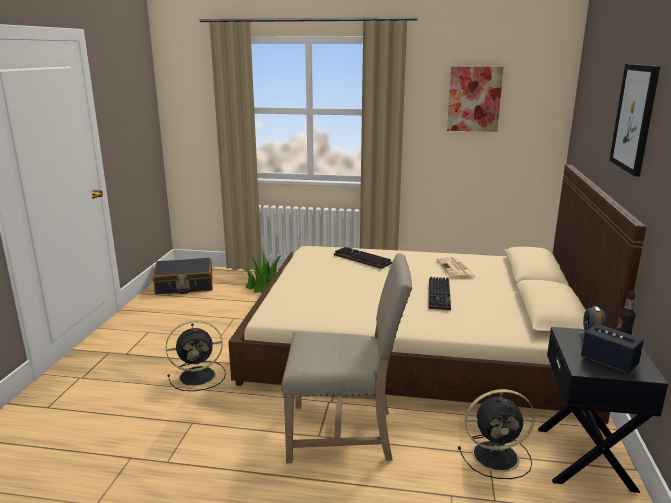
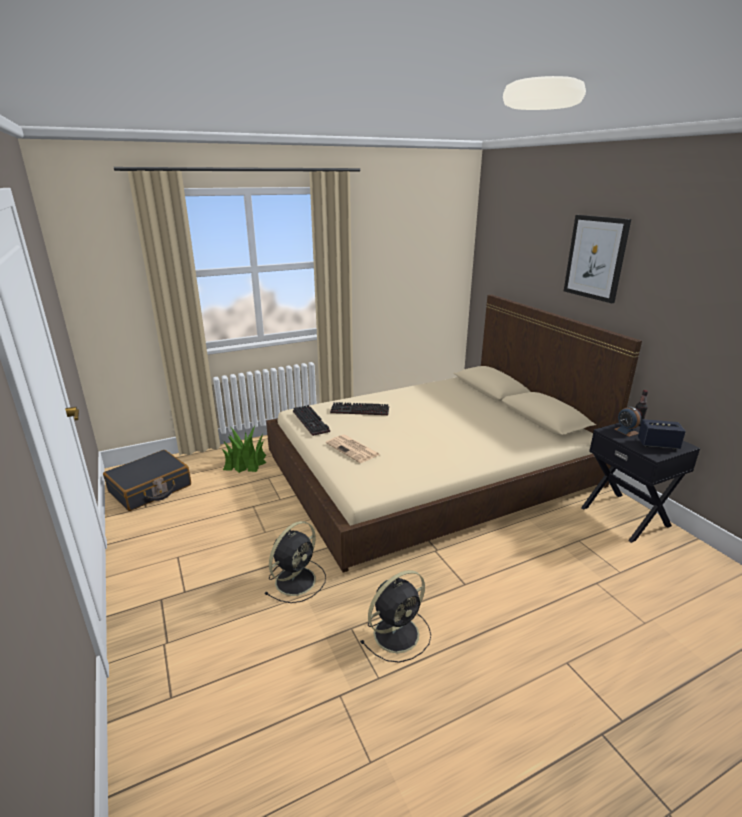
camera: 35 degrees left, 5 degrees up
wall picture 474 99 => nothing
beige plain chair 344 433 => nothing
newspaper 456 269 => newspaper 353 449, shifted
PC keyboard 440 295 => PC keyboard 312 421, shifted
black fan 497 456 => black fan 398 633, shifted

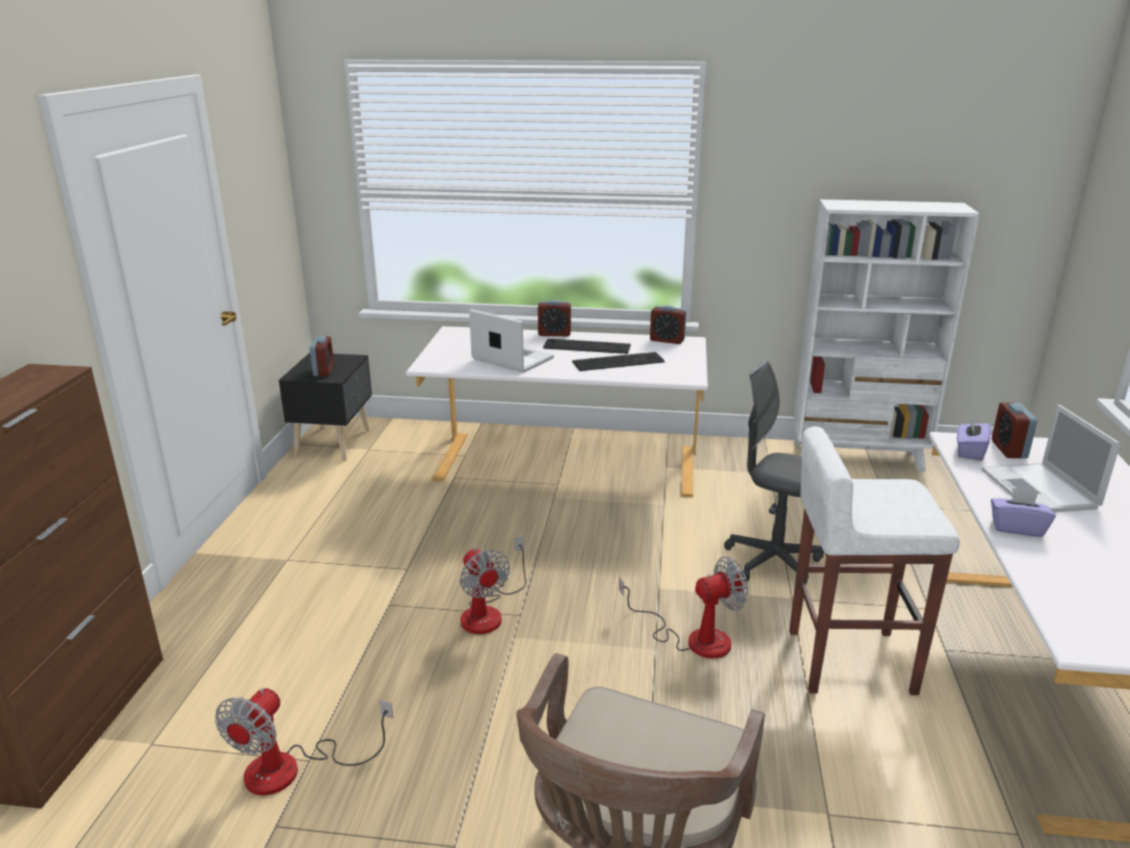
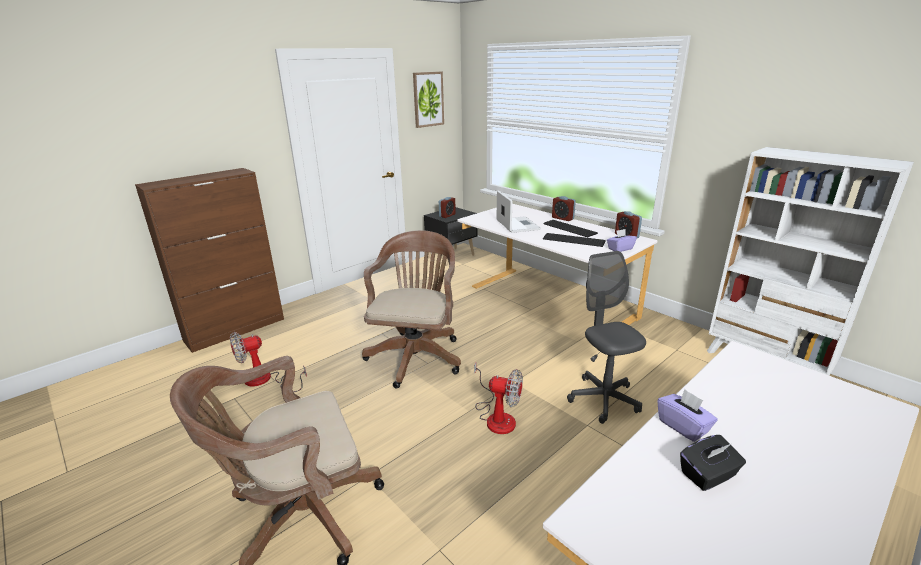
camera: 40 degrees right, 0 degrees up
alarm clock 1009 449 => nothing
portable computer 1040 490 => nothing
purplish tissue box 969 451 => purplish tissue box 620 249, shifted
white-coloured stool 847 660 => nothing
fan 489 611 => brown computer chair 416 355
nothing => wall picture 428 99
nothing => black tissue box 708 475

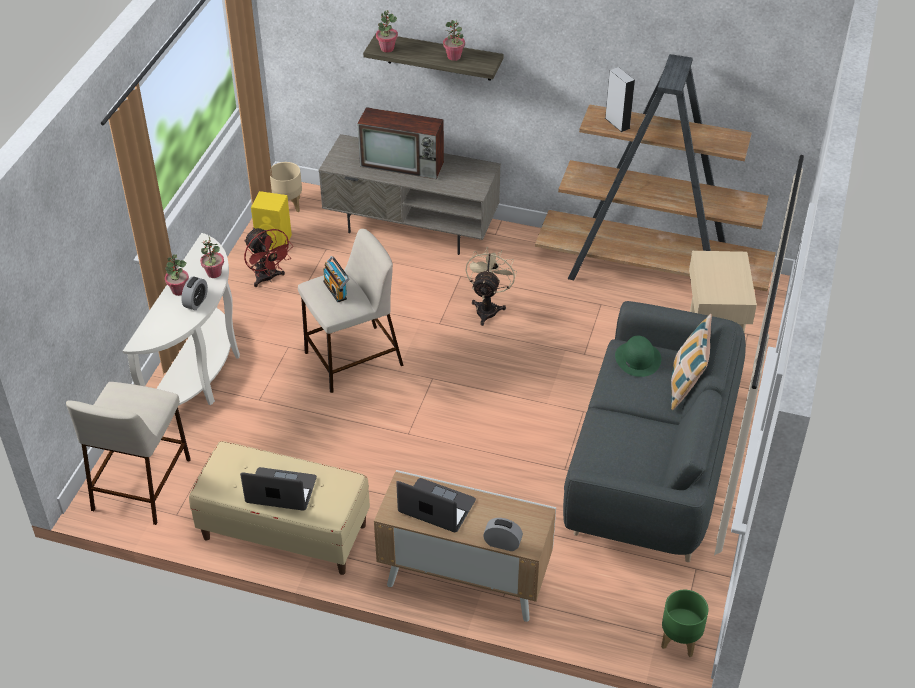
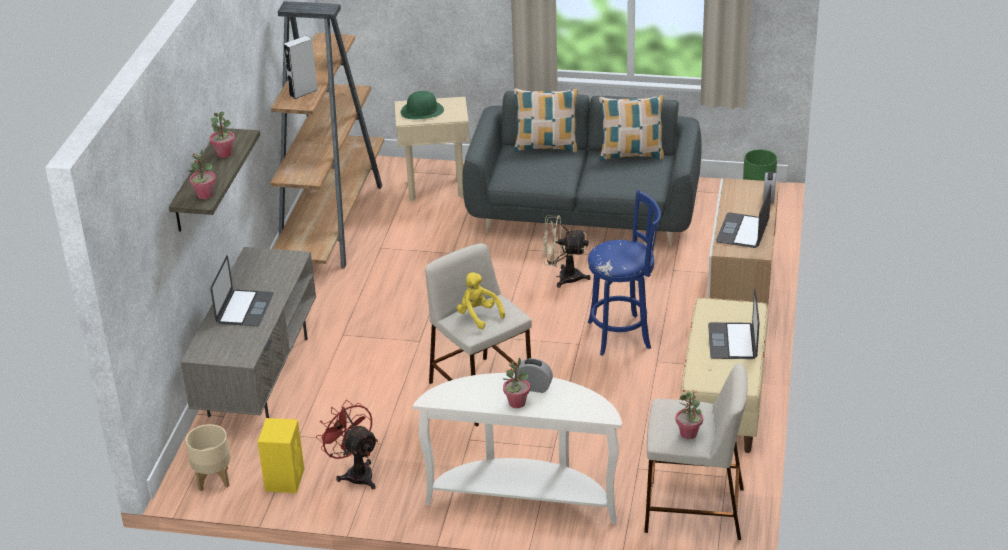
camera: 95 degrees left, 10 degrees down
TV 403 164 => portable computer 244 308
red-coloured fan 268 278 => red-coloured fan 355 473, 90 degrees counterclockwise
potted plant 214 273 => potted plant 688 434, shifted
beige fan 488 308 => beige fan 563 277, shifted
radio set 336 290 => yellowish cuddly toy 478 315
green-coloured clothing hat 637 358 => green-coloured clothing hat 422 111, shifted
nothing => throw pillow 631 154
nothing => blue stool 623 334

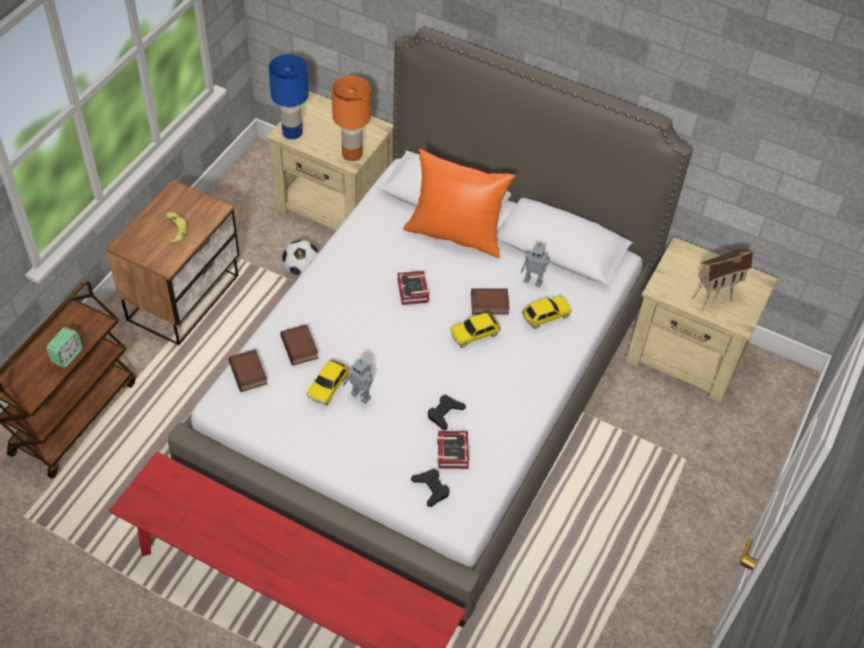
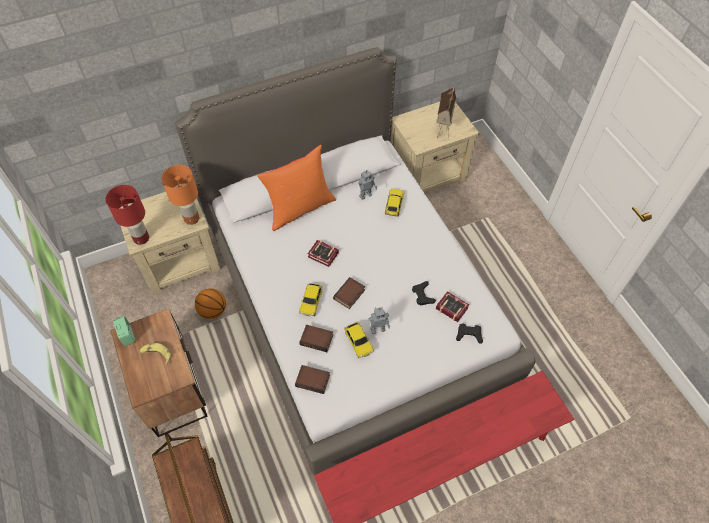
camera: 50 degrees left, 5 degrees up
blue table lamp 292 133 => red-coloured table lamp 141 238
football 301 270 => basketball ball 213 310
book 489 305 => book 349 295, shifted
miniature car 475 334 => miniature car 311 302, shifted
alarm clock 67 356 => alarm clock 127 336, shifted

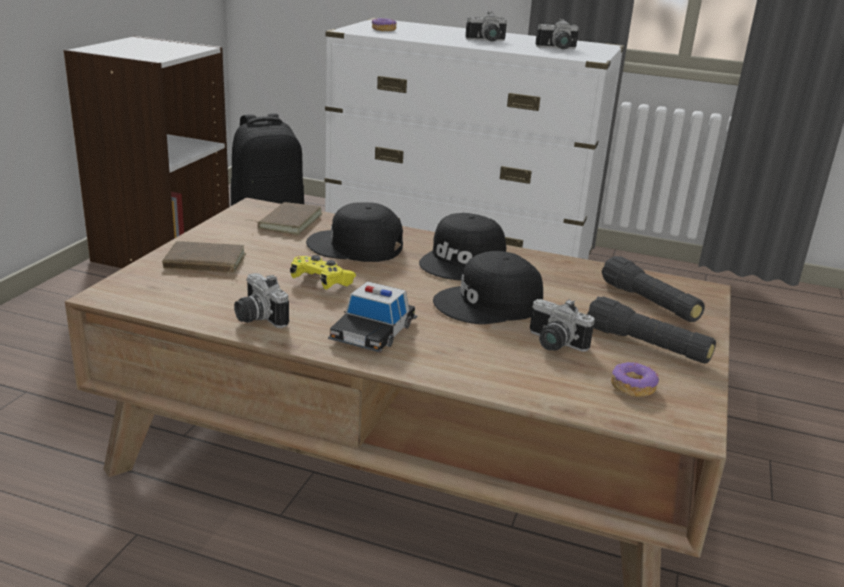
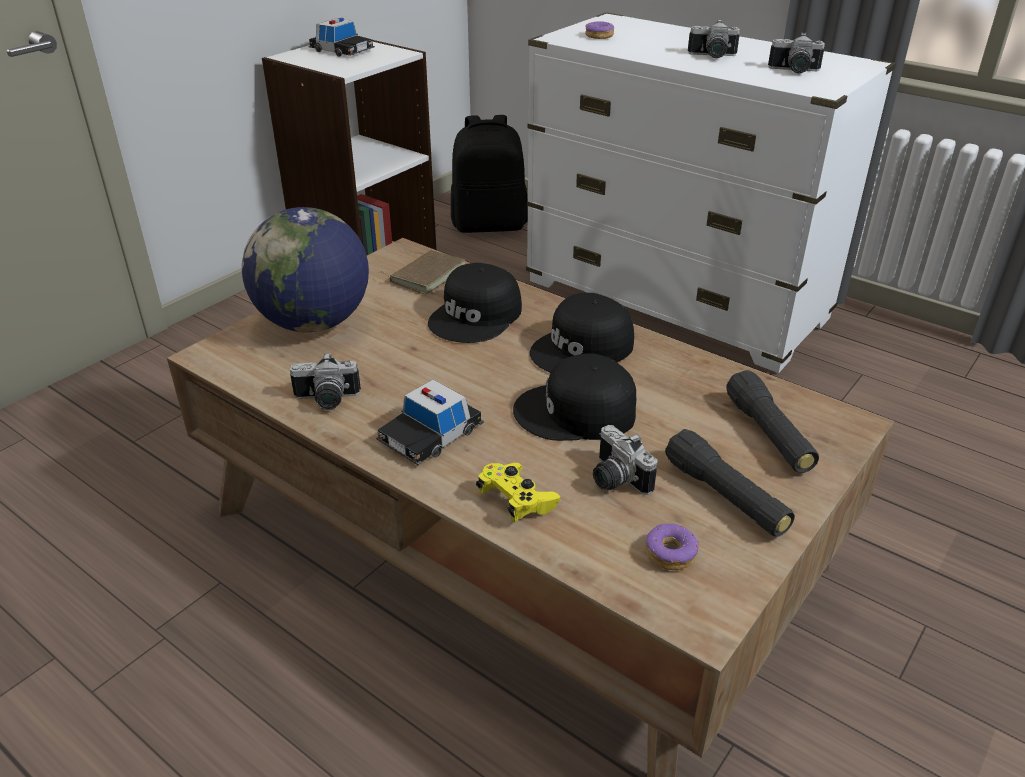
camera: 20 degrees right, 10 degrees up
black cap 355 247 => black cap 477 316, 90 degrees counterclockwise
brown book 204 263 => globe 314 323
yellowish joypad 321 282 => yellowish joypad 516 501, shifted
photo camera 256 317 => photo camera 326 401, 75 degrees counterclockwise
nothing => miniature car 342 50

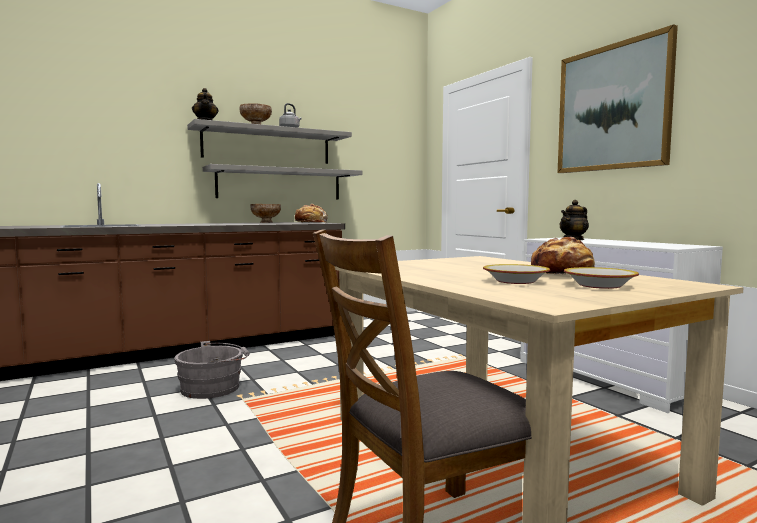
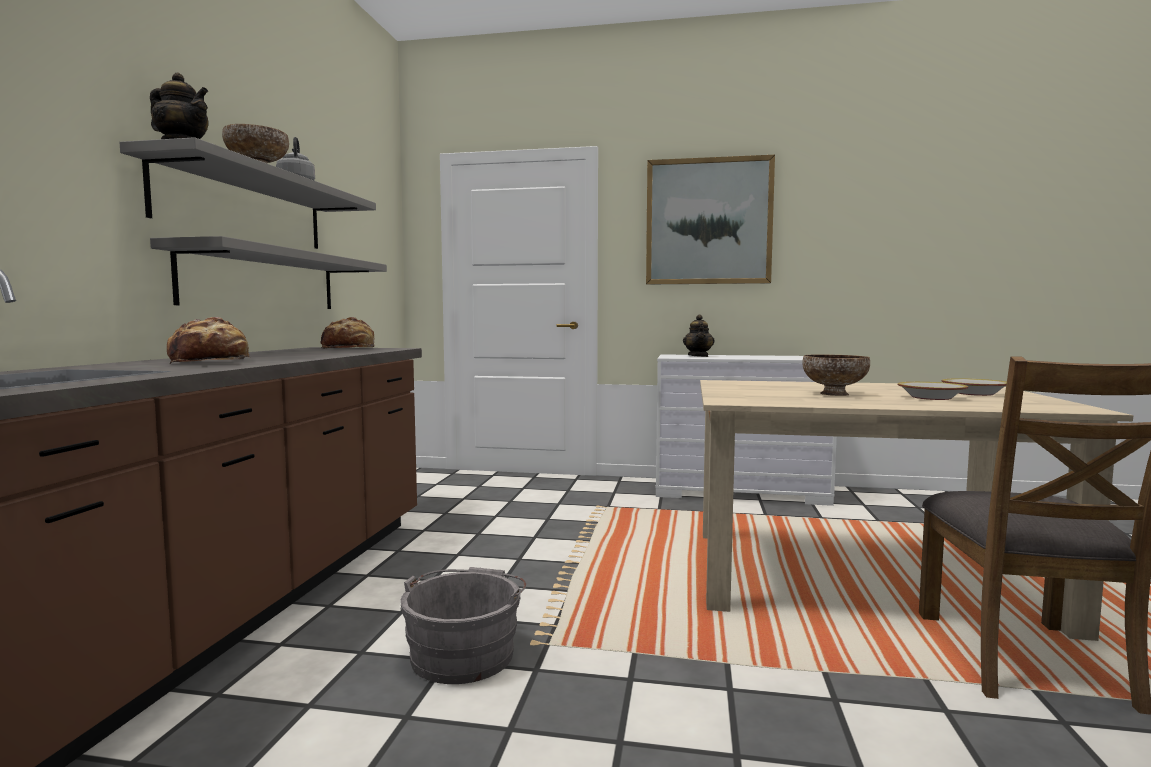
camera: 50 degrees left, 0 degrees up
serving bowl 266 222 => serving bowl 833 394, shifted
baked bread 562 274 => baked bread 211 362, shifted

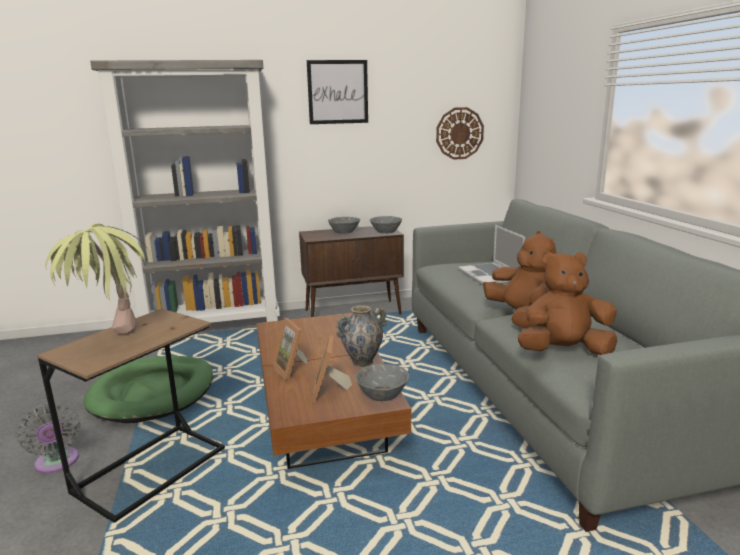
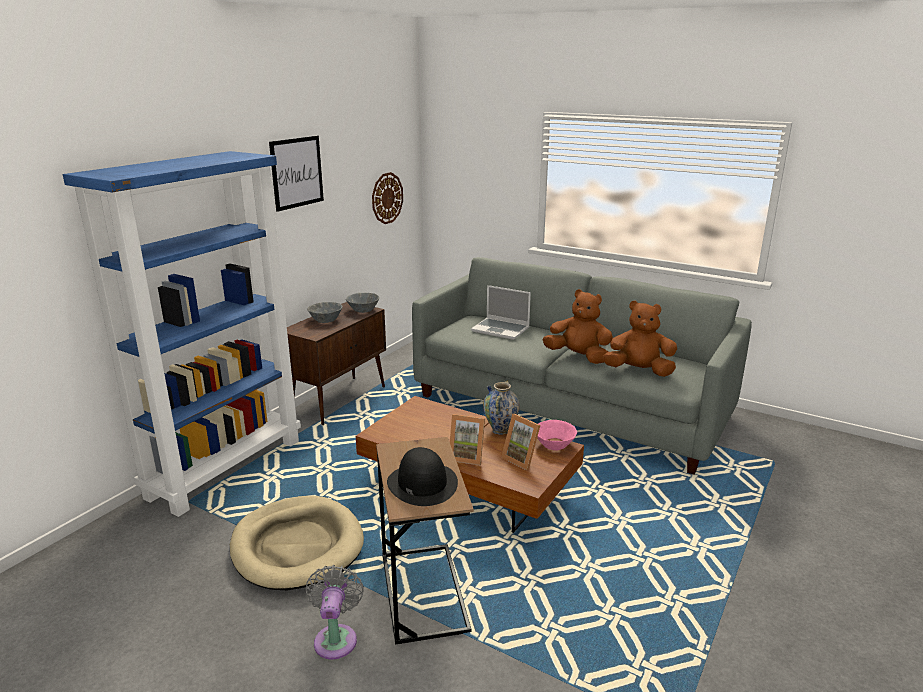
camera: 45 degrees left, 5 degrees up
gray bookshelf 213 327 => blue bookshelf 226 467
potted plant 111 343 => black clothing hat 422 483
brown cuddly toy 564 351 => brown cuddly toy 638 371, 60 degrees clockwise
green-coloured pet bed 153 393 => beige pet bed 297 546
gray serving bowl 382 394 => pink-coloured serving bowl 554 444
gray fan 57 463 => gray fan 336 638, 105 degrees counterclockwise

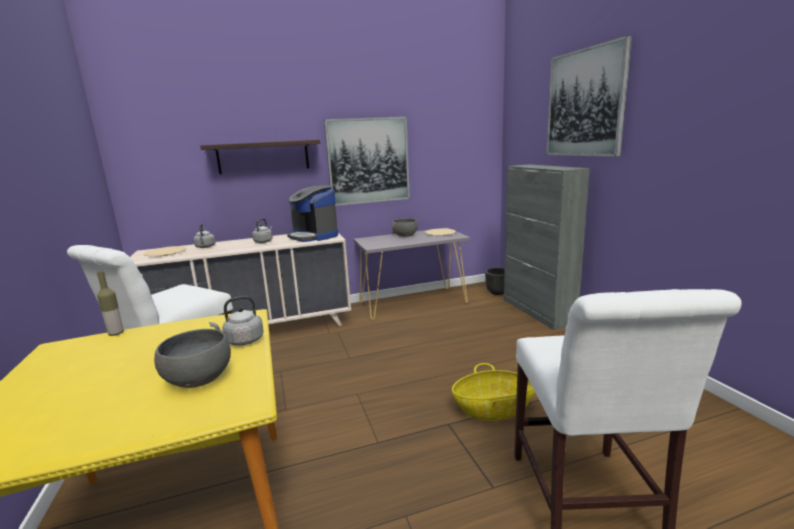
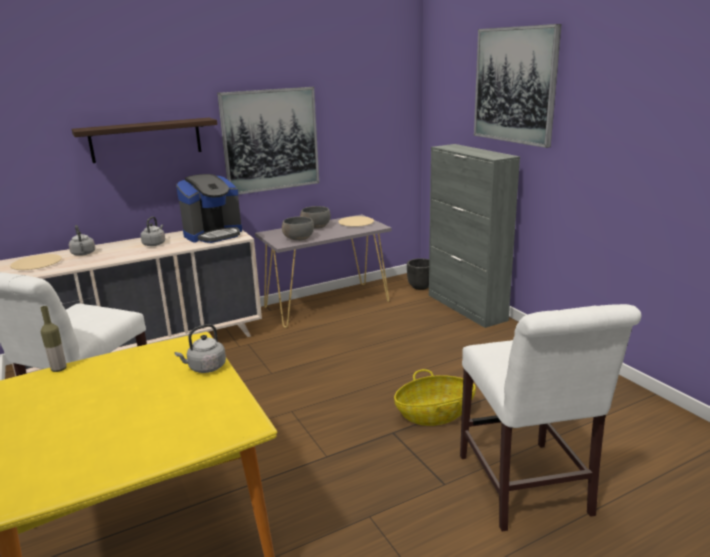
camera: 10 degrees left, 5 degrees up
coffee machine 314 236 => coffee machine 213 234, 75 degrees counterclockwise
gray serving bowl 198 378 => gray serving bowl 298 238, shifted

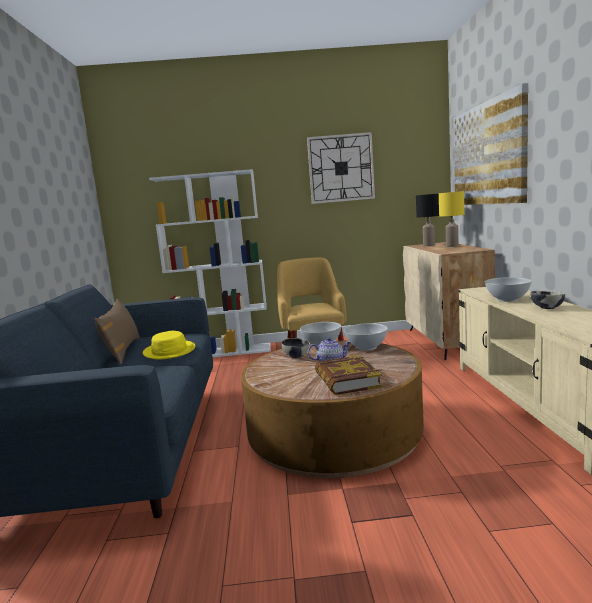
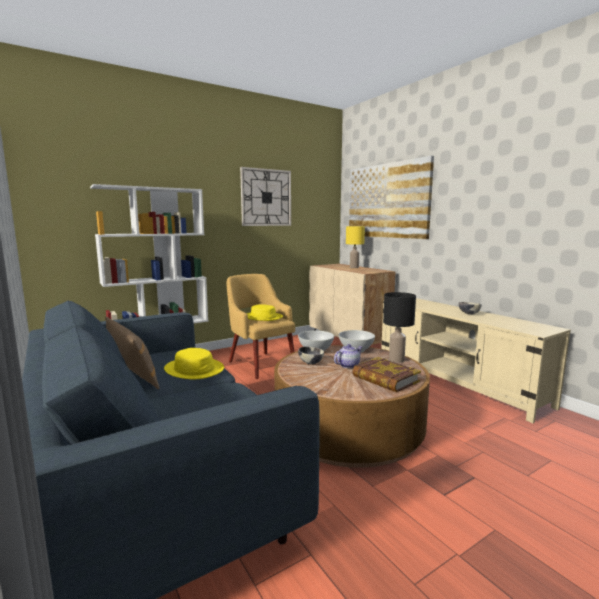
camera: 30 degrees left, 0 degrees up
black table lamp 429 245 => black table lamp 397 360, shifted
white-coloured serving bowl 507 299 => nothing
nothing => yellowish clothing hat 263 317

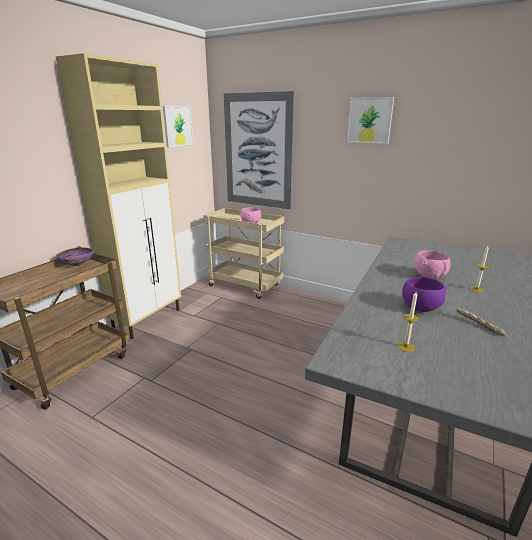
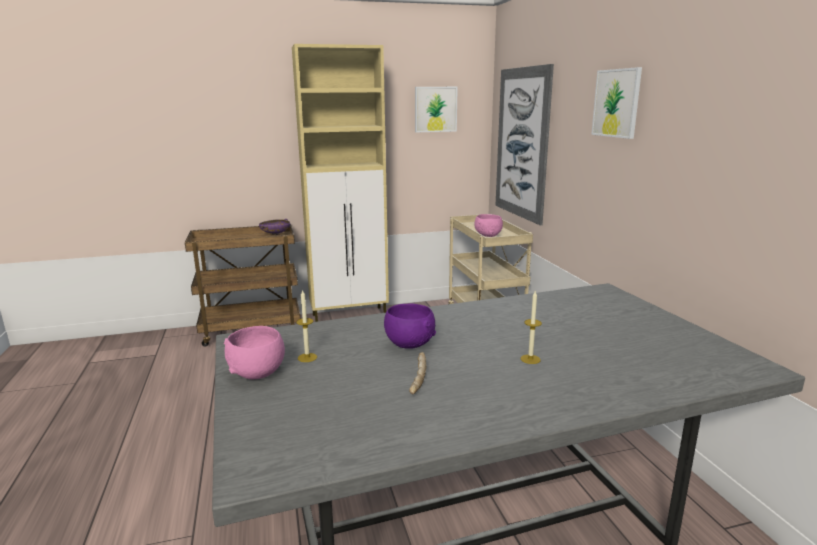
camera: 45 degrees right, 5 degrees down
pink-coloured serving bowl 429 276 => pink-coloured serving bowl 258 373, shifted

